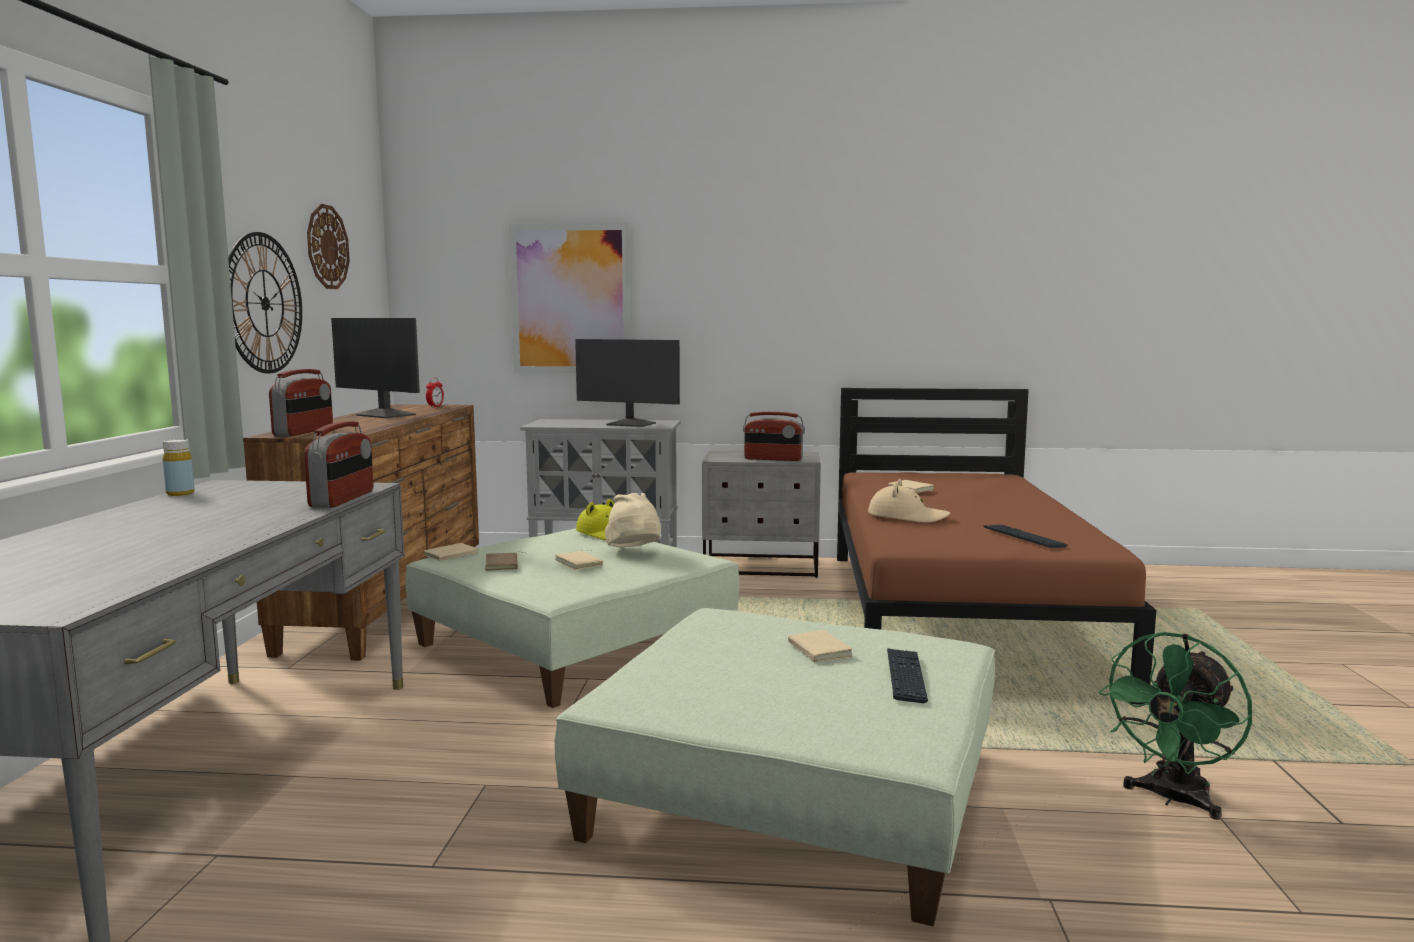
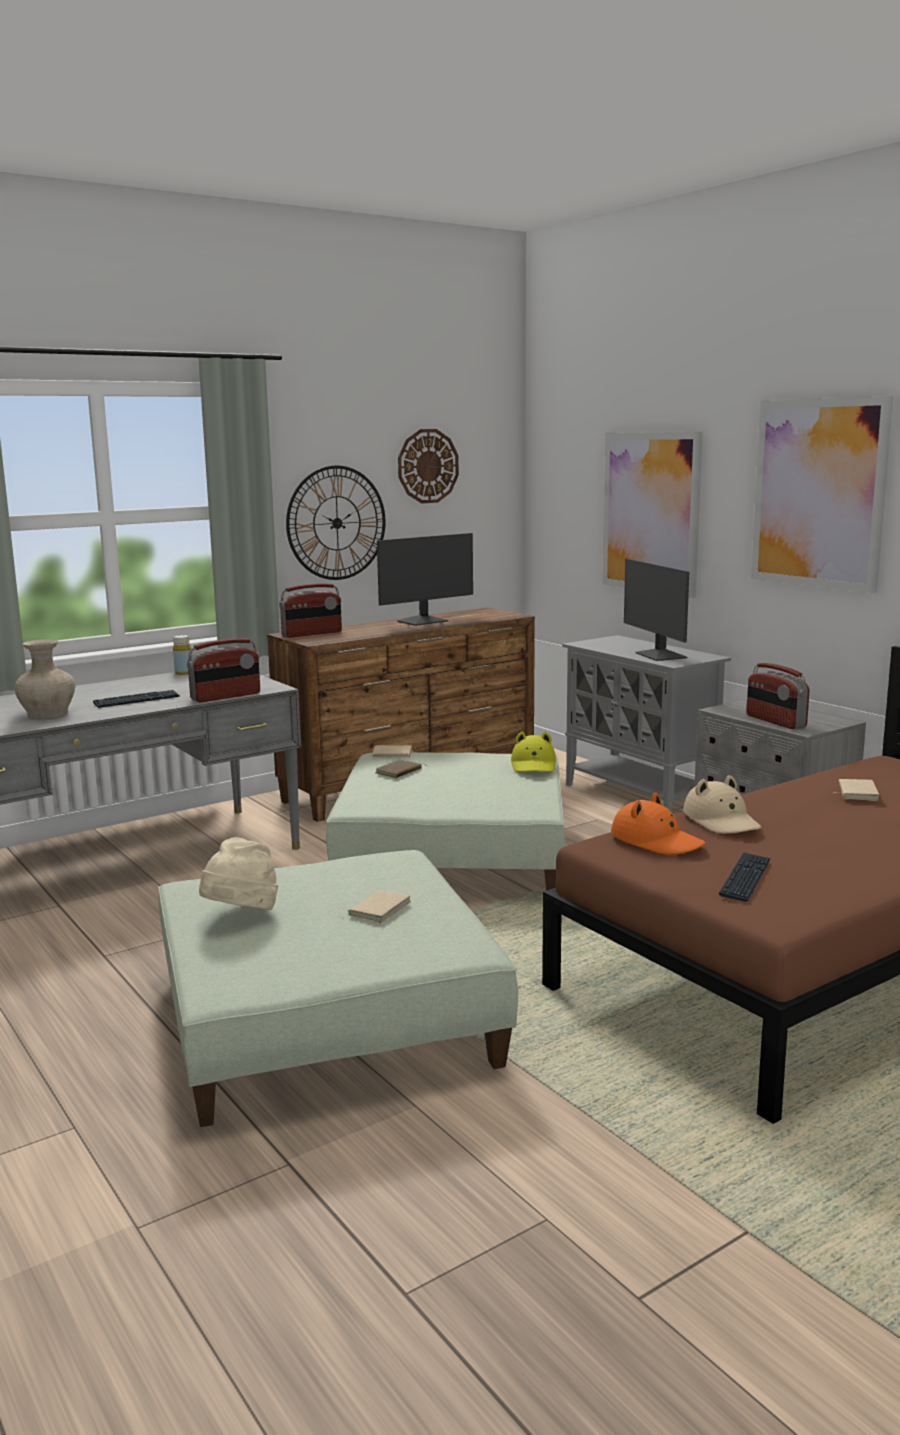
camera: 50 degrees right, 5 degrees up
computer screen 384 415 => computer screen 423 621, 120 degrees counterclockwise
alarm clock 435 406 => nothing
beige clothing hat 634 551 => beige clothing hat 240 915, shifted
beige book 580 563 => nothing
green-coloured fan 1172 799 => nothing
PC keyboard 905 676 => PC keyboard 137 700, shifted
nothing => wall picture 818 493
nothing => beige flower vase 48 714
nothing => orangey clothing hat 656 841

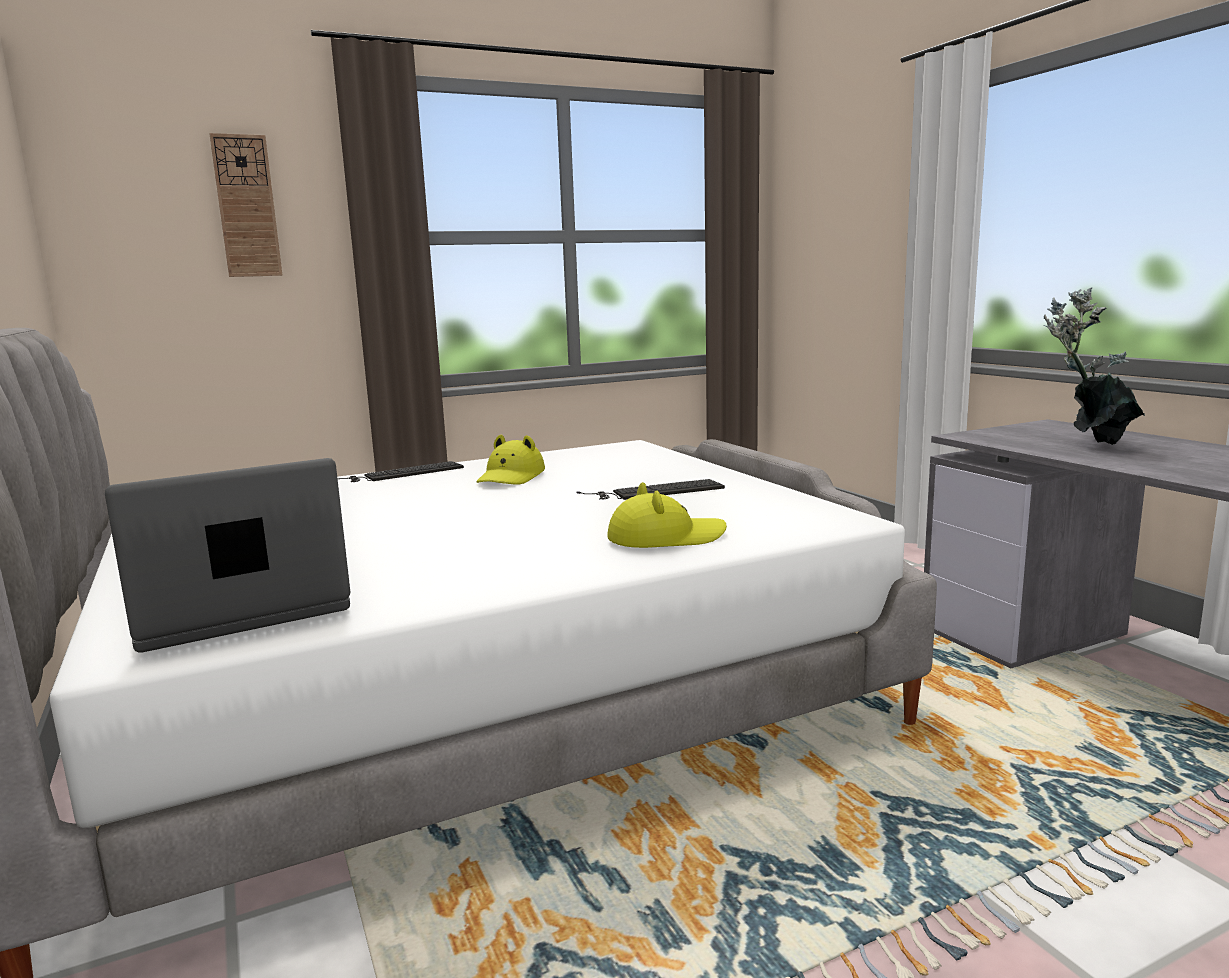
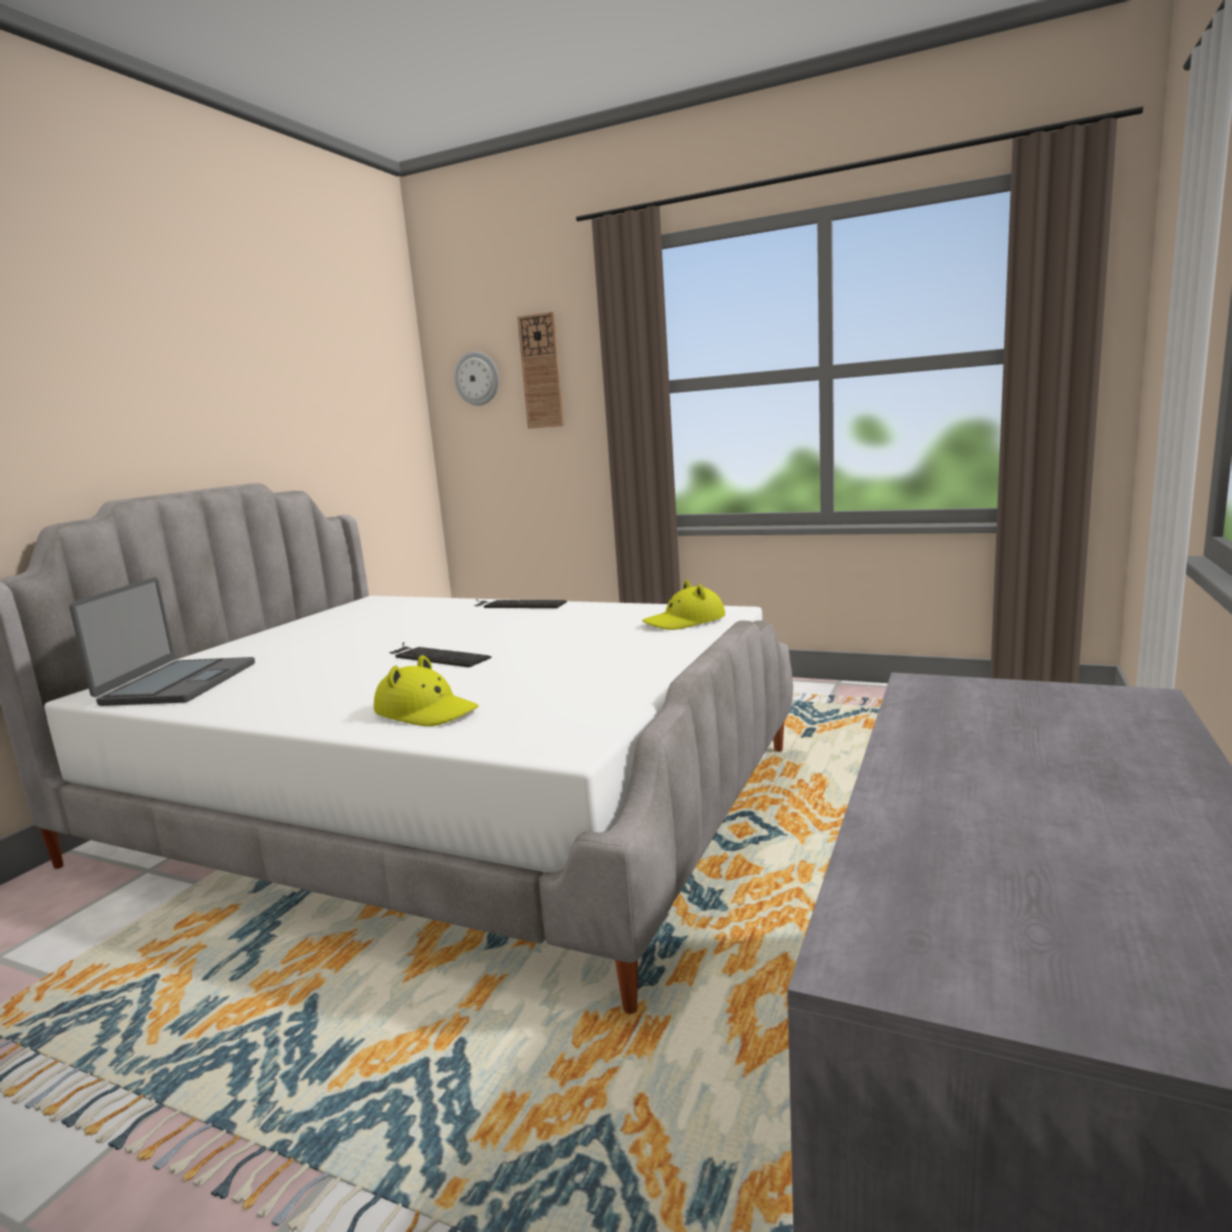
camera: 50 degrees right, 0 degrees up
potted plant 1089 443 => nothing
yellowish clothing hat 511 477 => yellowish clothing hat 685 621, shifted
portable computer 241 610 => portable computer 178 684, 75 degrees clockwise
PC keyboard 654 491 => PC keyboard 434 656, shifted
nothing => hanging clock 477 378

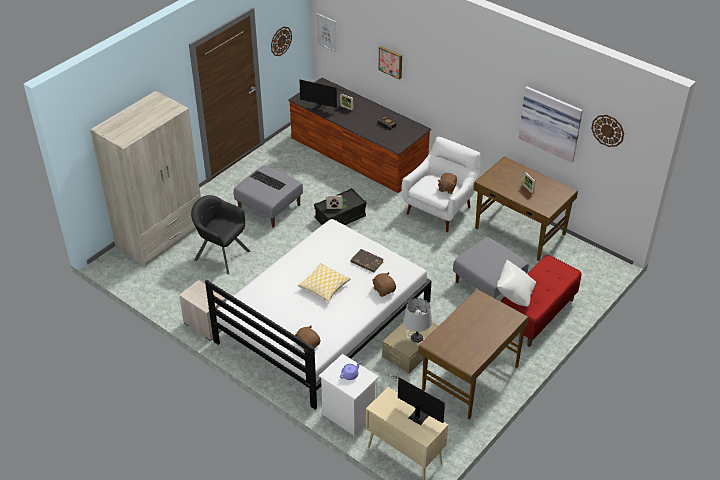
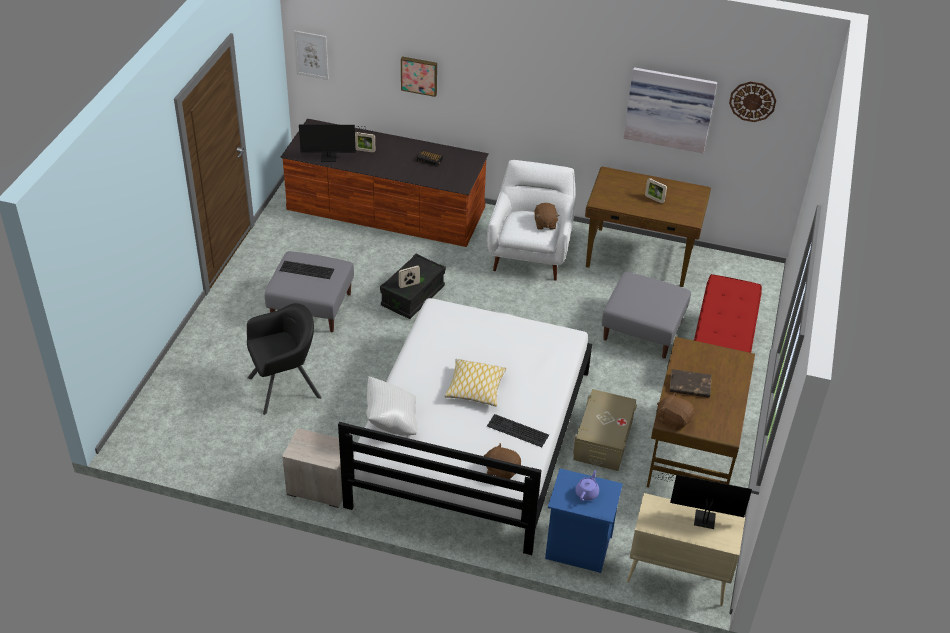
camera: 25 degrees left, 0 degrees up
hanging clock 281 41 => nothing
beige armoire 161 236 => nothing
black lounge chair 222 255 => black lounge chair 285 387, 150 degrees clockwise
brown book 366 262 => brown book 689 386, shifted
white-coloured throw pillow 514 294 => white-coloured throw pillow 391 421, shifted
brown cuddly toy 384 290 => brown cuddly toy 673 420, shifted
gray table lamp 417 338 => nothing
white-coloured nightstand 348 414 => blue nightstand 576 548
nothing => PC keyboard 516 431

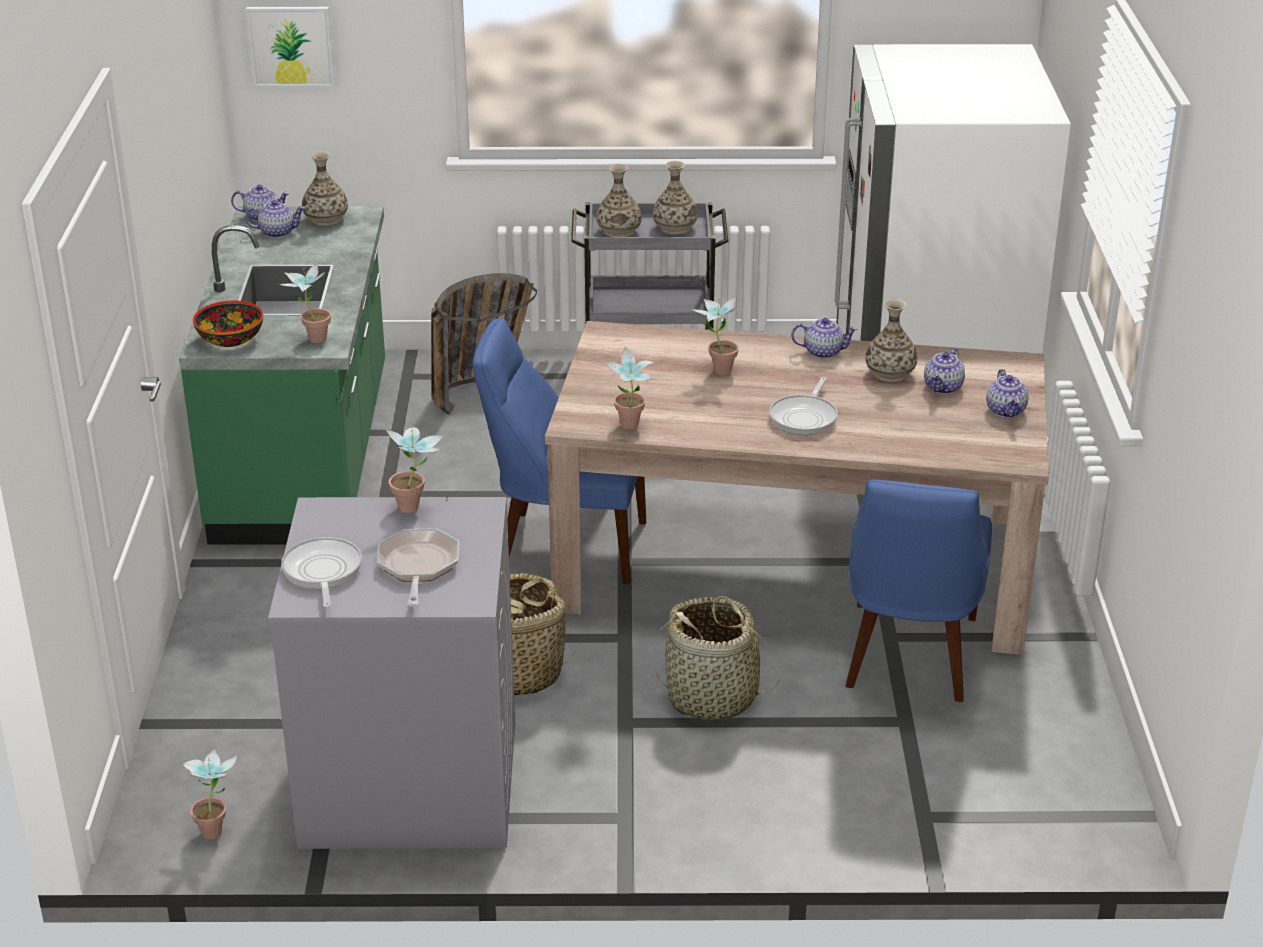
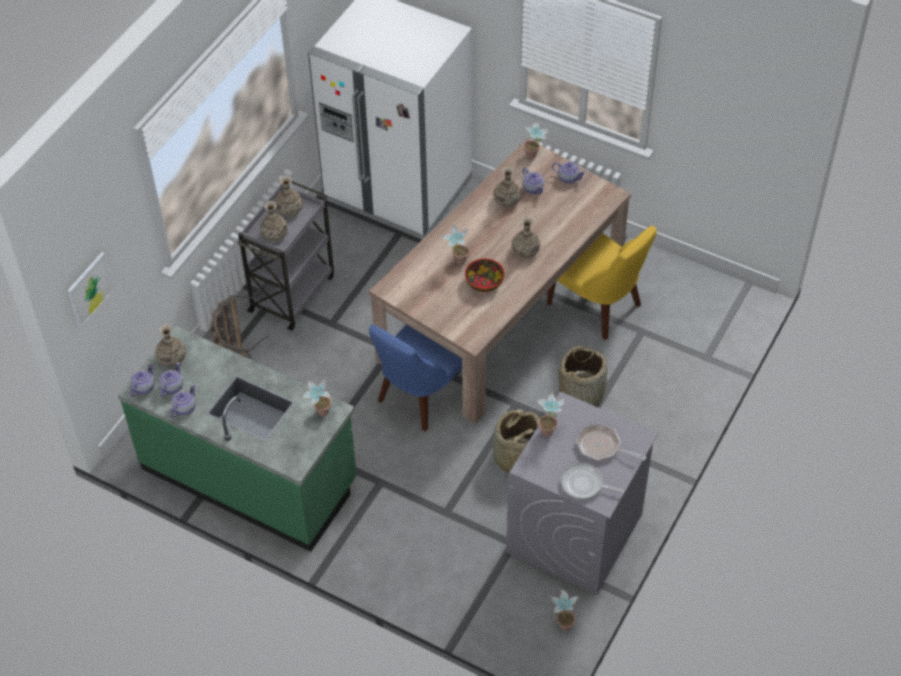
camera: 60 degrees left, 20 degrees up
serving bowl 230 338 => serving bowl 484 282, shifted
teapot 823 352 => teapot 184 408, shifted
potted plant 630 428 => potted plant 534 156, shifted
pan 805 417 => flower vase 525 251
blue plain chair 908 657 => yellowish plain chair 598 306

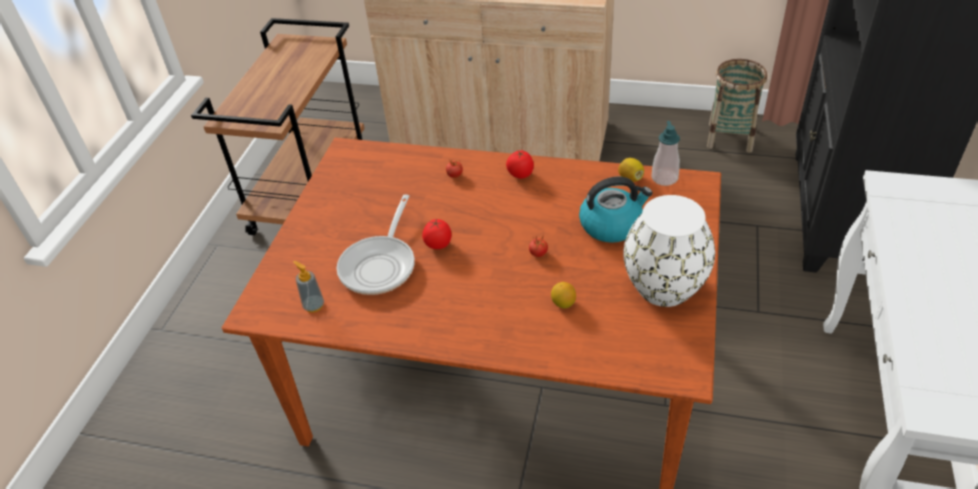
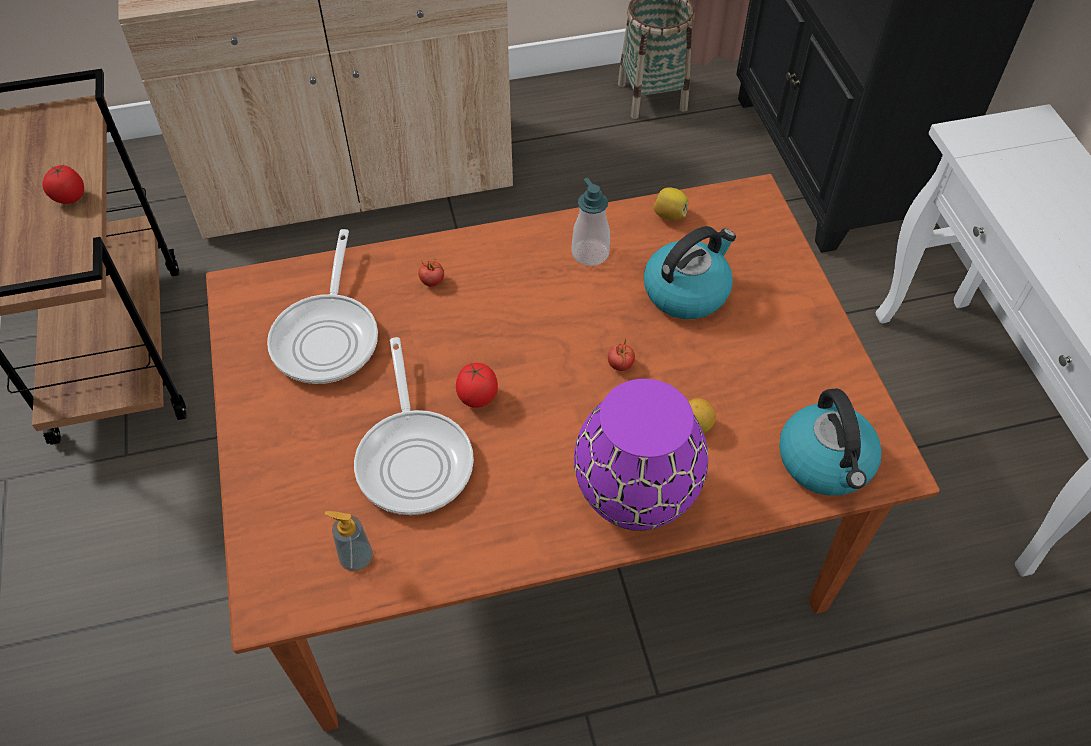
camera: 30 degrees left, 10 degrees up
liquid soap bottle 664 178 => liquid soap bottle 590 253, shifted
fresh tomato 520 175 => fresh tomato 70 198, shifted
white-coloured flower vase 663 288 => nothing
nothing => pan 328 336
nothing => purplish flower vase 636 497
nothing => tea kettle 826 462

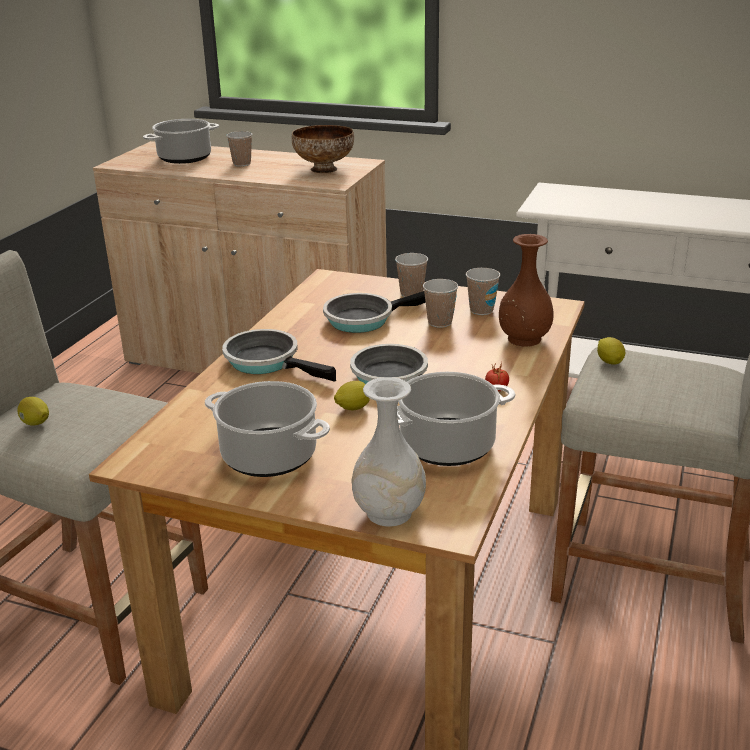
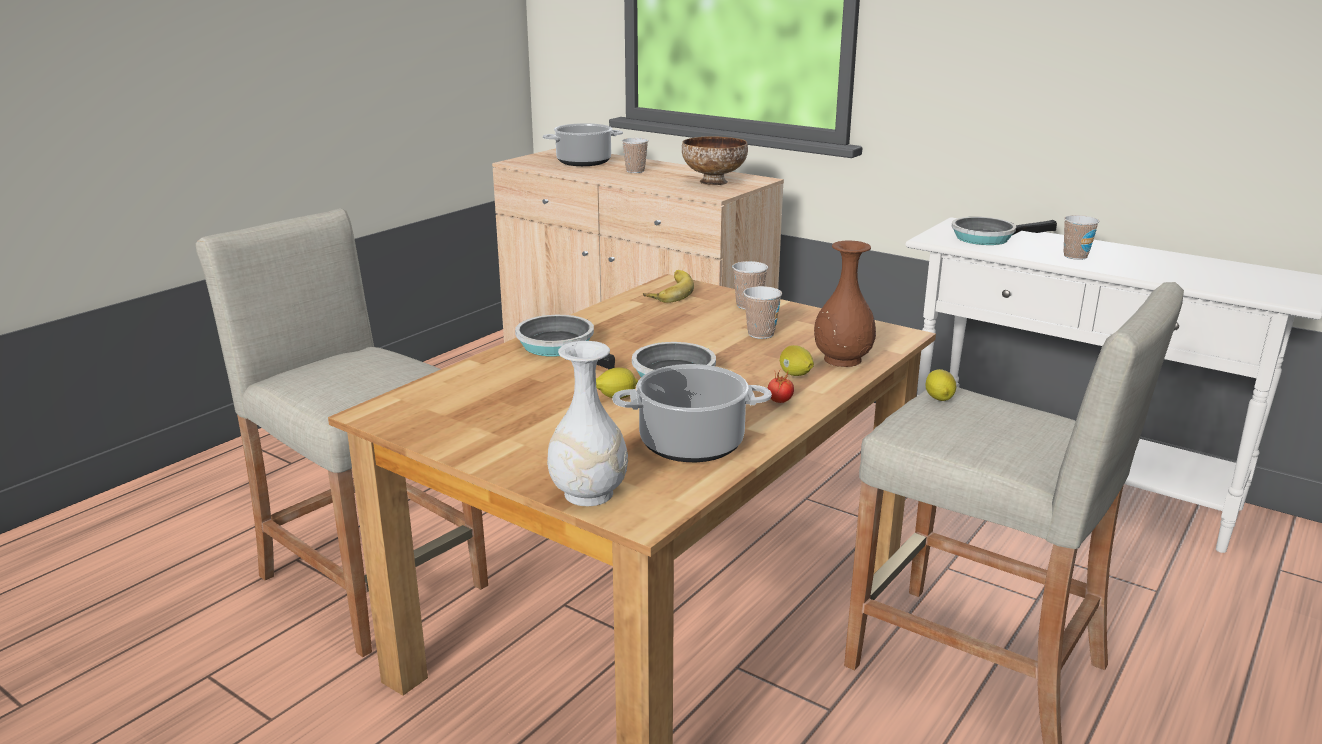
camera: 15 degrees right, 5 degrees down
drinking cup 481 310 => drinking cup 1075 256, shifted
pan 364 319 => pan 987 237, shifted
cooking pot 267 456 => nothing
citrus fruit 36 423 => citrus fruit 795 375, shifted
nothing => whole banana 668 291

